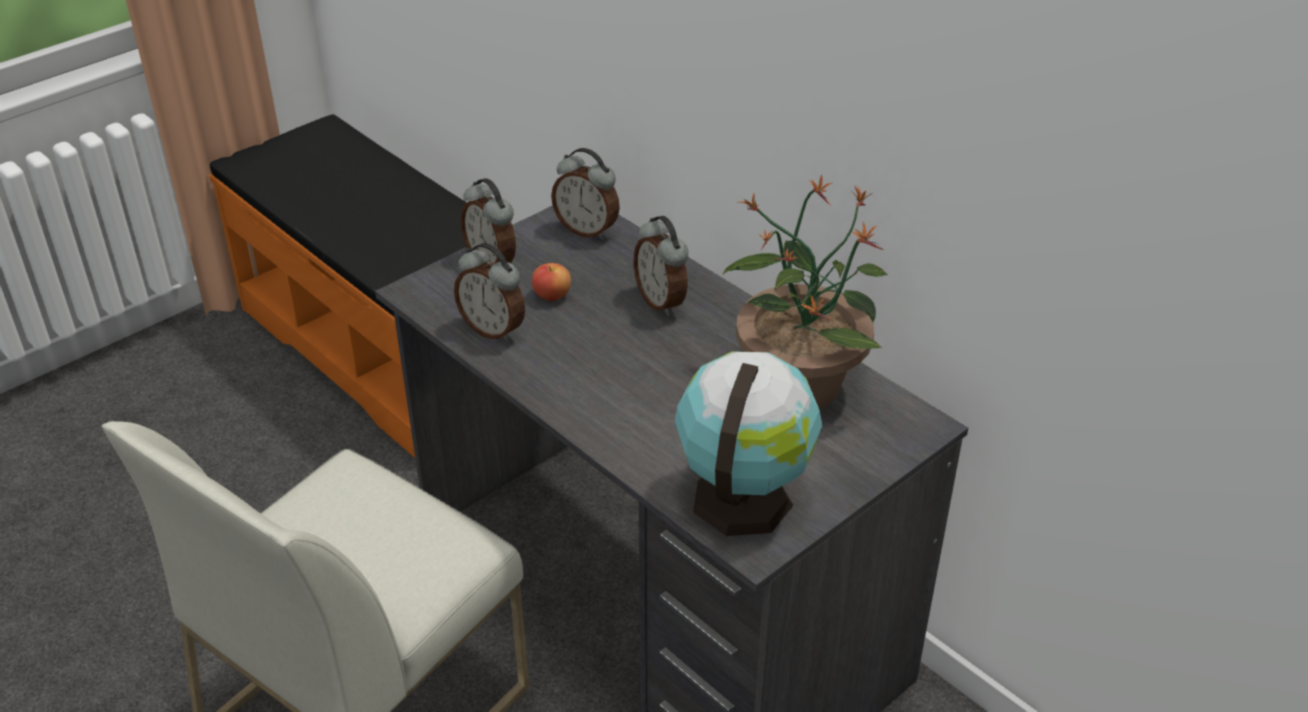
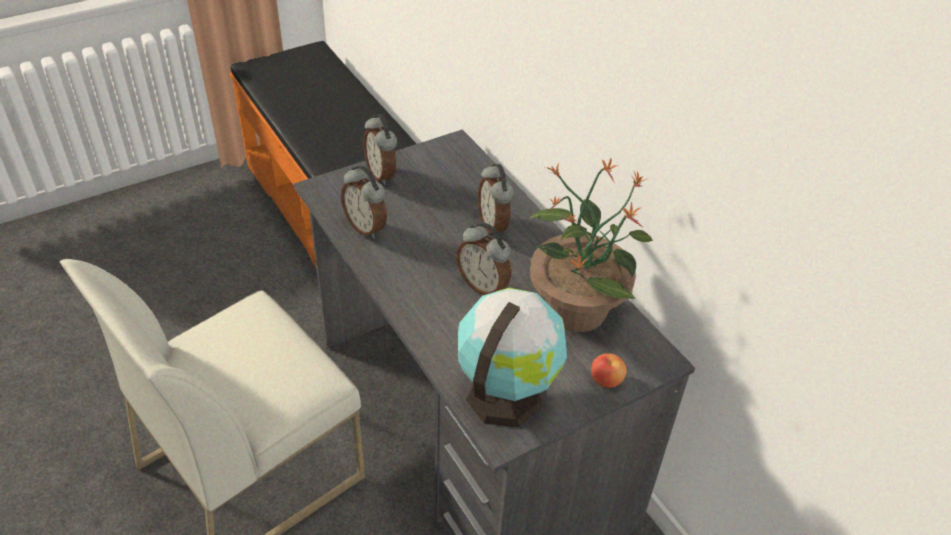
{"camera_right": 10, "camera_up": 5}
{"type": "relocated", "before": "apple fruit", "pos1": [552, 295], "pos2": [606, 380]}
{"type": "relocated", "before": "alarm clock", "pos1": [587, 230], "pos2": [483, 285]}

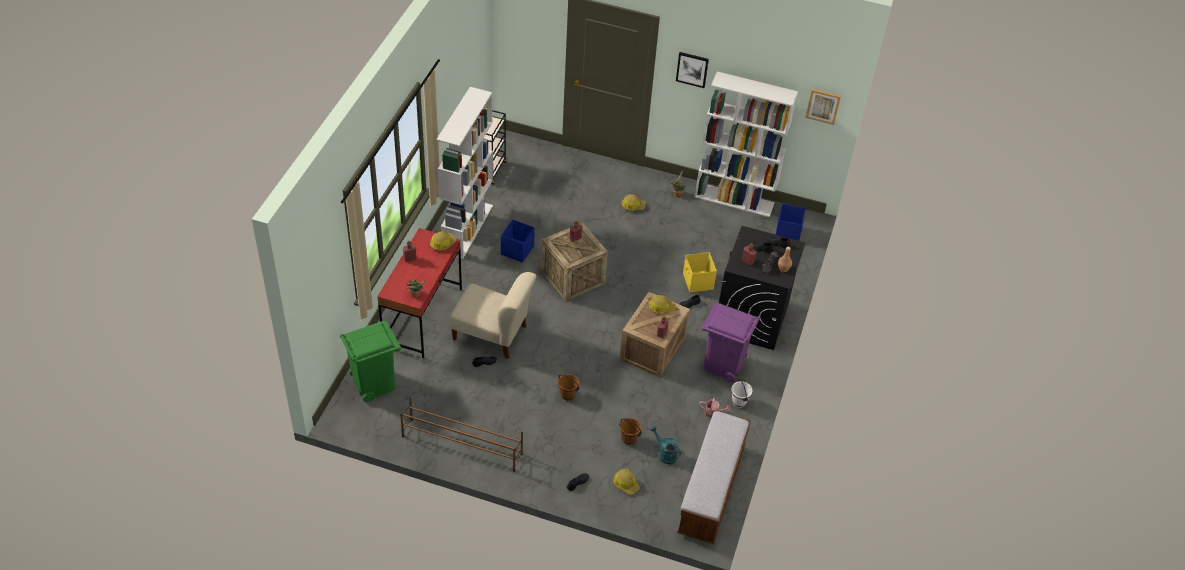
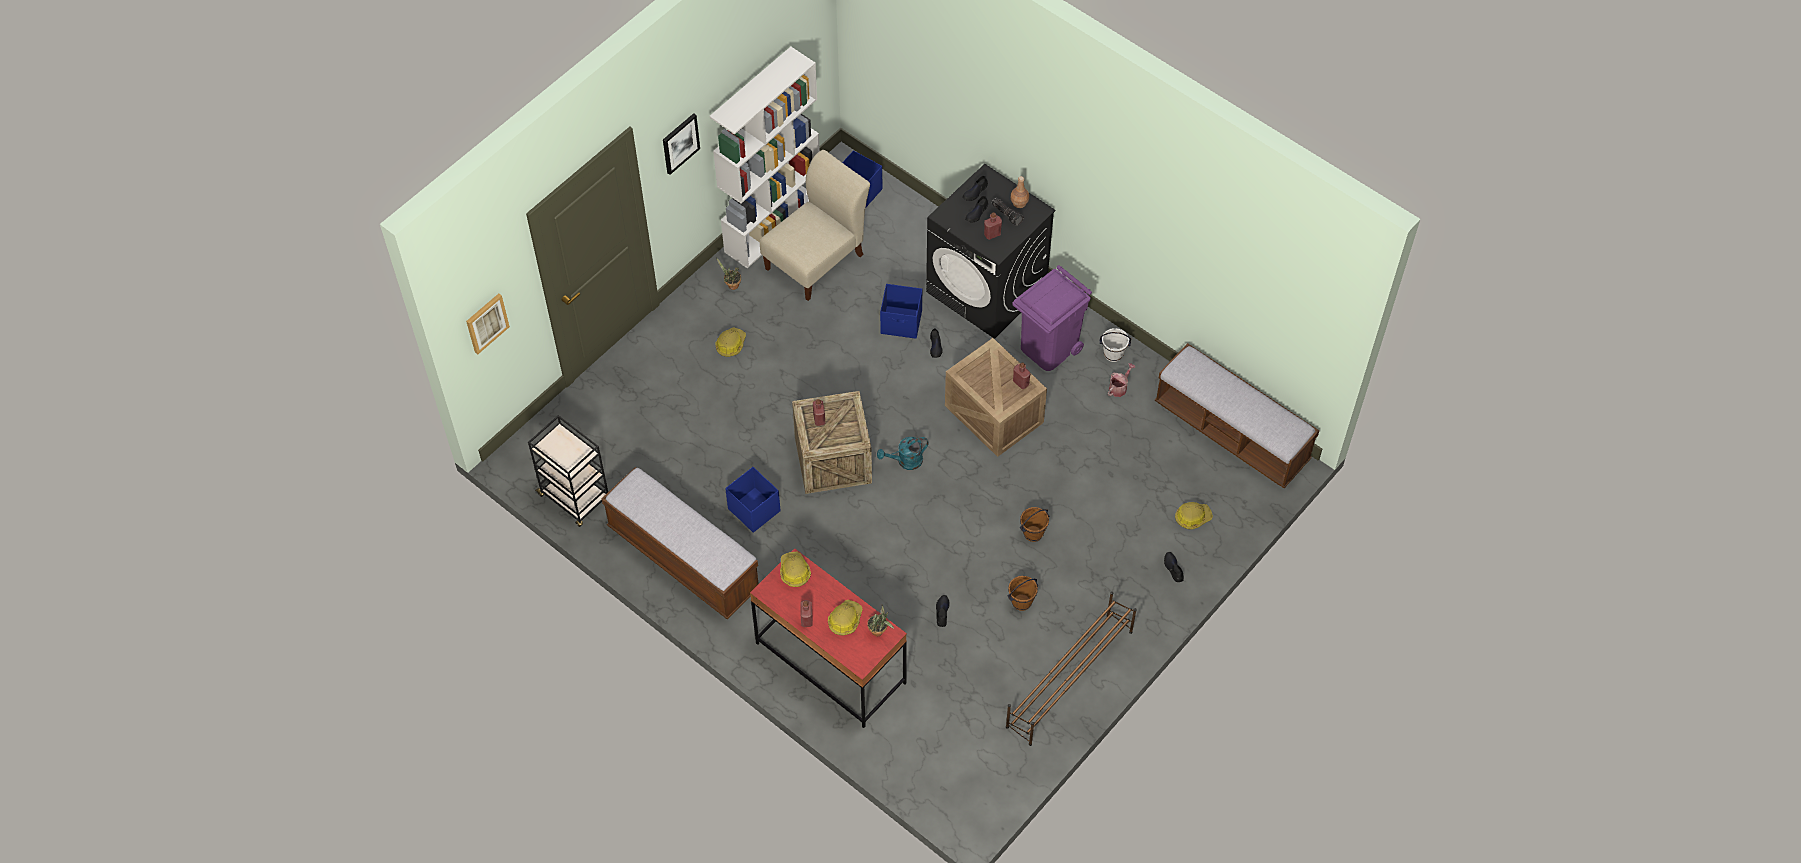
{"camera_right": -65, "camera_up": 10}
{"type": "missing", "before": "green rubbish bin", "pos1": [374, 383]}
{"type": "relocated", "before": "sand-coloured chair", "pos1": [492, 334], "pos2": [817, 259]}
{"type": "relocated", "before": "brown water bucket", "pos1": [629, 439], "pos2": [1021, 602]}
{"type": "relocated", "before": "safety helmet", "pos1": [661, 308], "pos2": [845, 620]}
{"type": "relocated", "before": "blue-green sprinkling can", "pos1": [664, 454], "pos2": [905, 461]}
{"type": "relocated", "before": "wall art", "pos1": [823, 106], "pos2": [486, 323]}
{"type": "exchanged", "before": "white-coloured bookcase", "after": "indoor bench", "pos1": [467, 228], "pos2": [683, 558]}
{"type": "colour", "before": "yellow-coloured storage bin", "after": "bluish storage bin", "pos1": [697, 282], "pos2": [902, 323]}

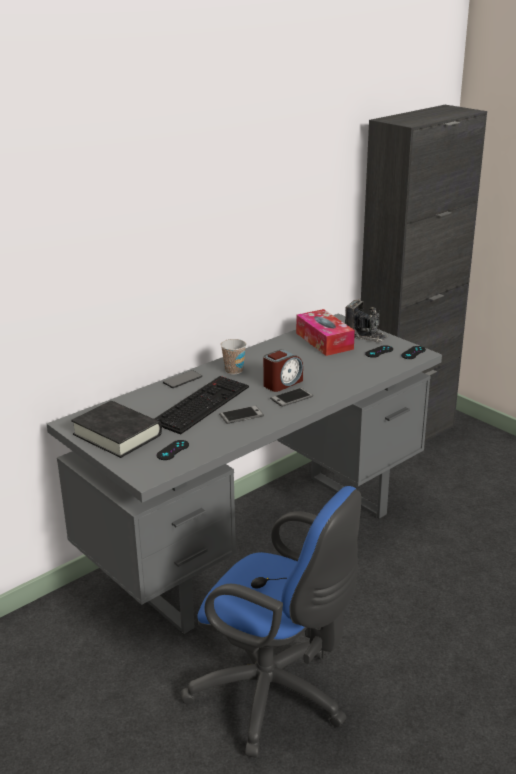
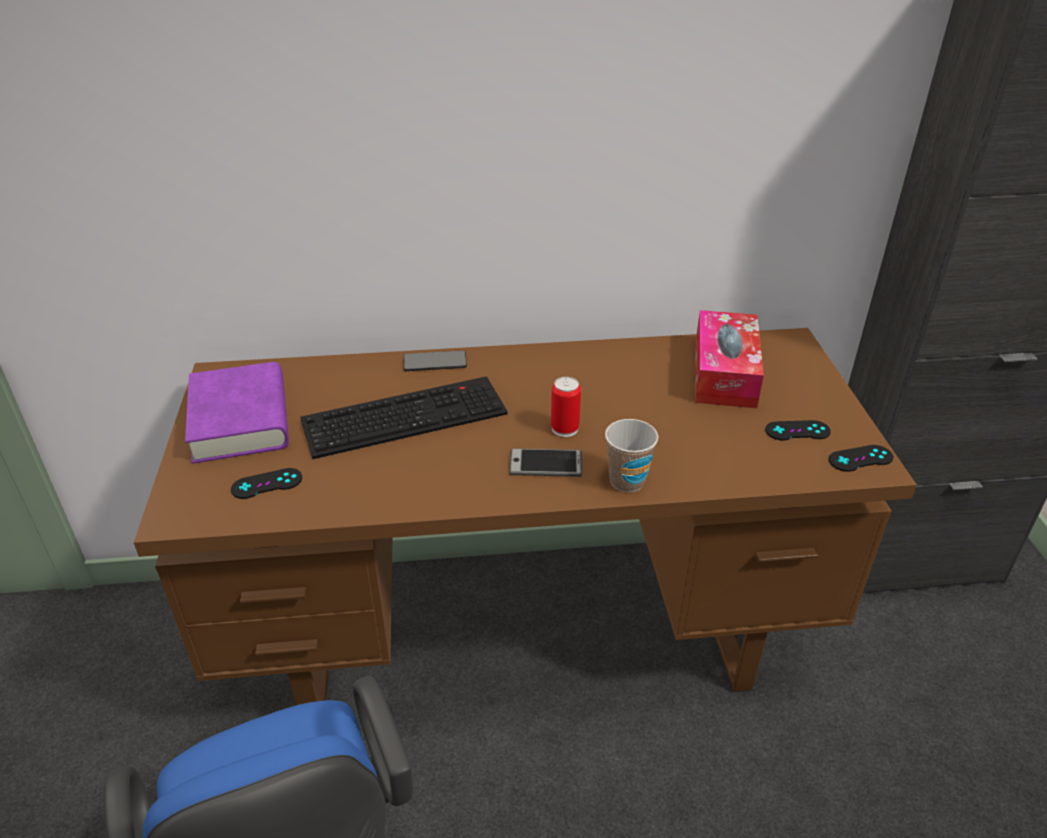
{"camera_right": 35, "camera_up": 10}
{"type": "missing", "before": "phone", "pos1": [241, 415]}
{"type": "missing", "before": "photo camera", "pos1": [366, 336]}
{"type": "relocated", "before": "drinking cup", "pos1": [234, 370], "pos2": [627, 481]}
{"type": "exchanged", "before": "alarm clock", "after": "metal can", "pos1": [282, 383], "pos2": [564, 428]}
{"type": "colour", "before": "greyish desk unit", "after": "brown desk unit", "pos1": [259, 544], "pos2": [524, 639]}
{"type": "colour", "before": "black book", "after": "purplish book", "pos1": [117, 434], "pos2": [240, 420]}

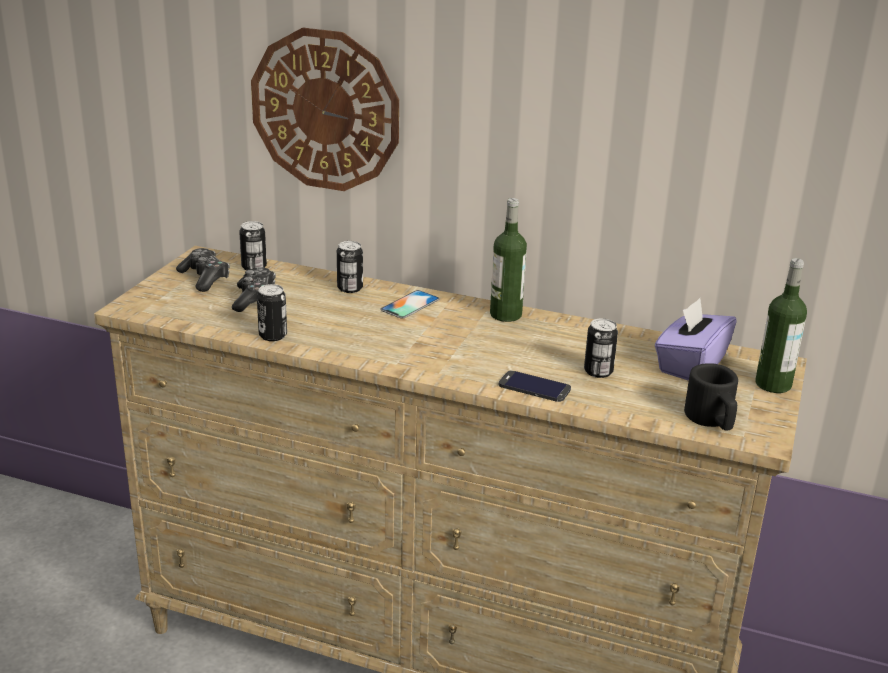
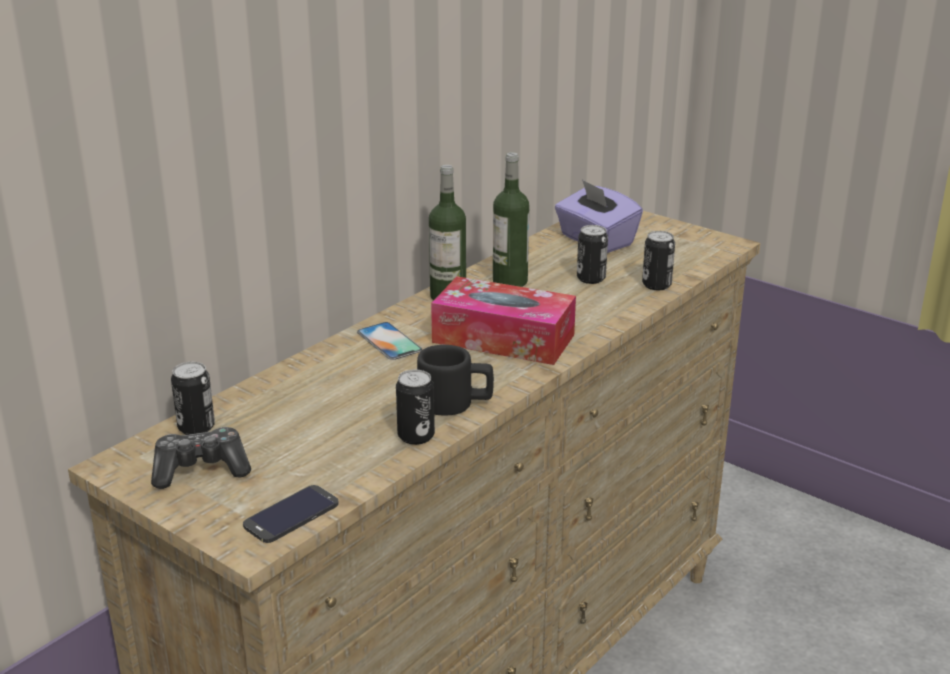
{"camera_right": -70, "camera_up": 0}
{"type": "missing", "before": "gamepad", "pos1": [255, 299]}
{"type": "missing", "before": "clock on the wall", "pos1": [325, 110]}
{"type": "appeared", "after": "tissue holder", "pos2": [503, 338]}
{"type": "relocated", "before": "metal can", "pos1": [350, 288], "pos2": [656, 285]}
{"type": "relocated", "before": "phone", "pos1": [534, 387], "pos2": [291, 514]}
{"type": "relocated", "before": "black tea mug", "pos1": [712, 420], "pos2": [455, 403]}
{"type": "relocated", "before": "beverage bottle", "pos1": [773, 384], "pos2": [510, 281]}

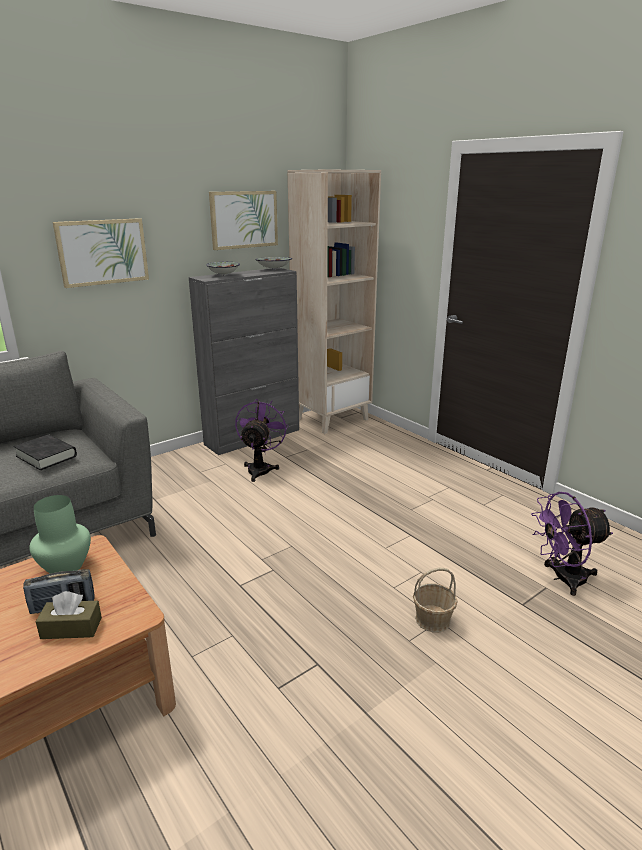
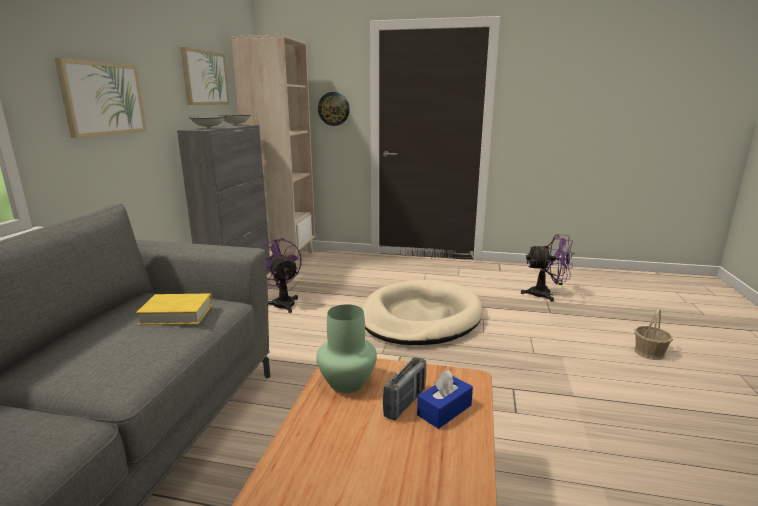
{"camera_right": -40, "camera_up": -5}
{"type": "appeared", "after": "clock on the wall", "pos2": [334, 109]}
{"type": "appeared", "after": "sand-coloured dog bed", "pos2": [420, 317]}
{"type": "relocated", "before": "household basket", "pos1": [433, 619], "pos2": [649, 352]}
{"type": "colour", "before": "black book", "after": "yellow-coloured book", "pos1": [46, 456], "pos2": [177, 314]}
{"type": "colour", "before": "brown tissue holder", "after": "bluish tissue holder", "pos1": [71, 628], "pos2": [444, 410]}
{"type": "spun", "before": "purplish cooling fan", "pos1": [562, 578], "pos2": [546, 294], "turn": -120}

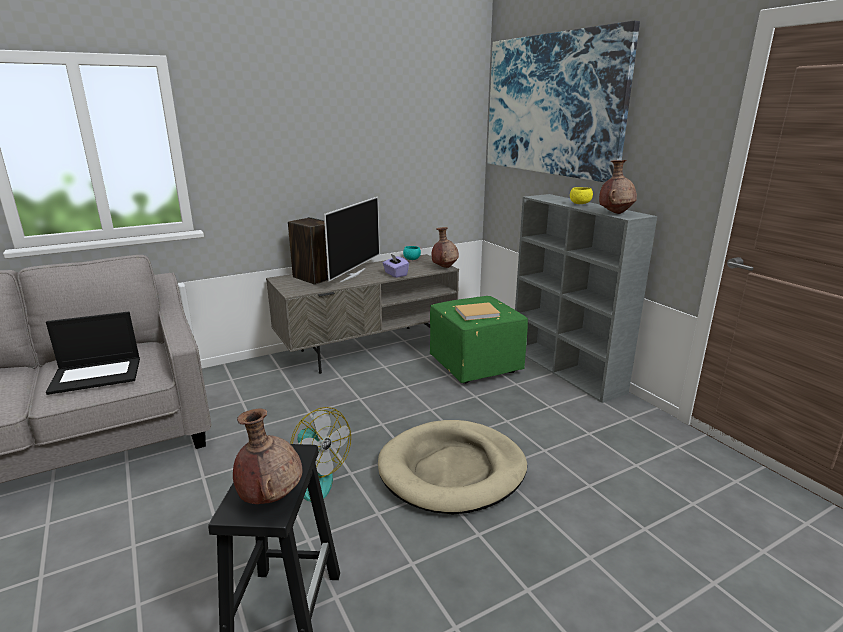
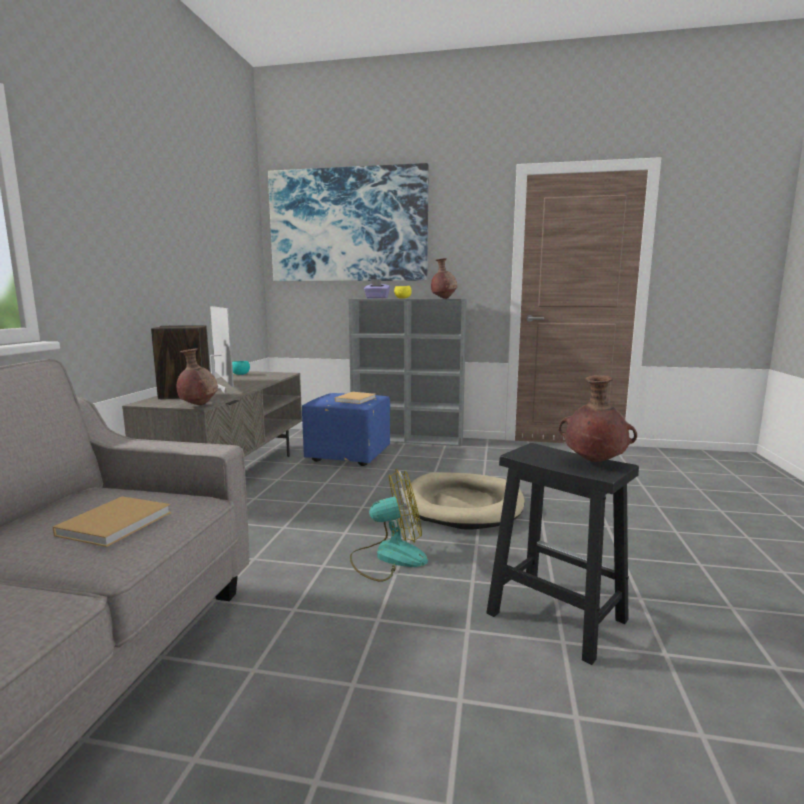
{"camera_right": -50, "camera_up": -10}
{"type": "relocated", "before": "purplish tissue holder", "pos1": [395, 274], "pos2": [377, 298]}
{"type": "relocated", "before": "brown flower vase", "pos1": [444, 267], "pos2": [198, 405]}
{"type": "exchanged", "before": "portable computer", "after": "sand-coloured book", "pos1": [97, 374], "pos2": [118, 522]}
{"type": "colour", "before": "green footrest", "after": "bluish footrest", "pos1": [474, 366], "pos2": [347, 456]}

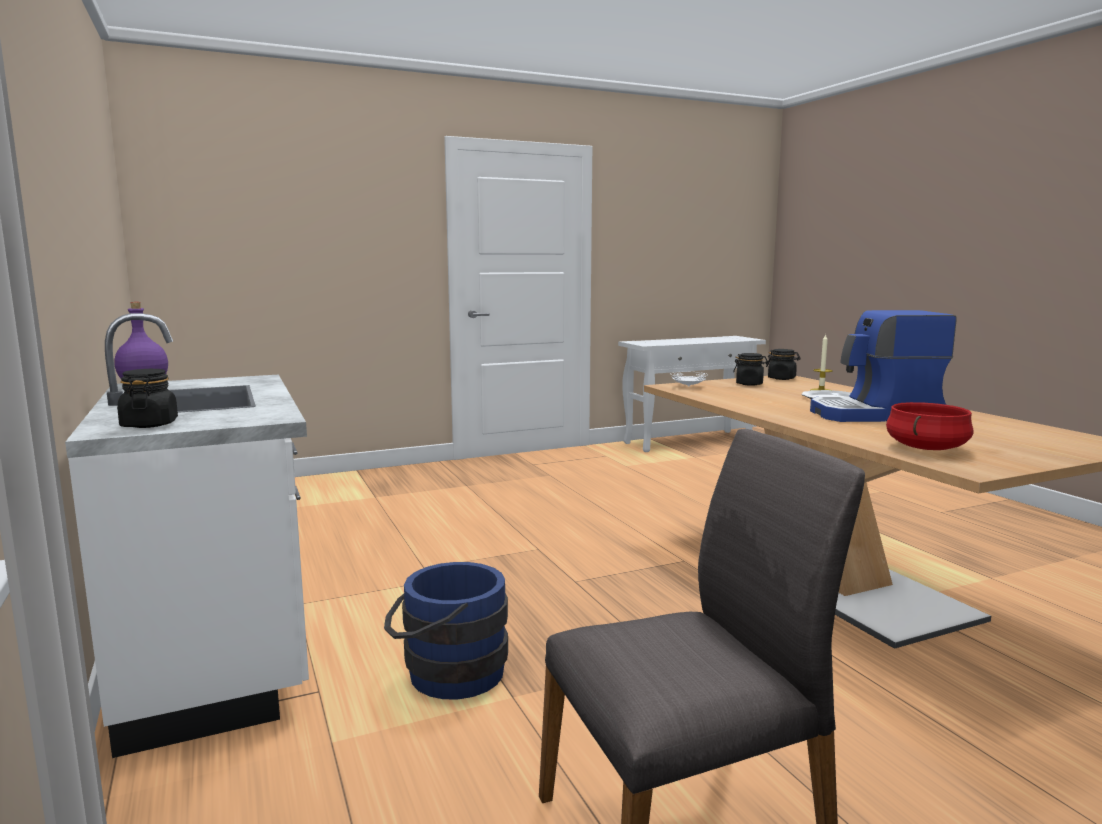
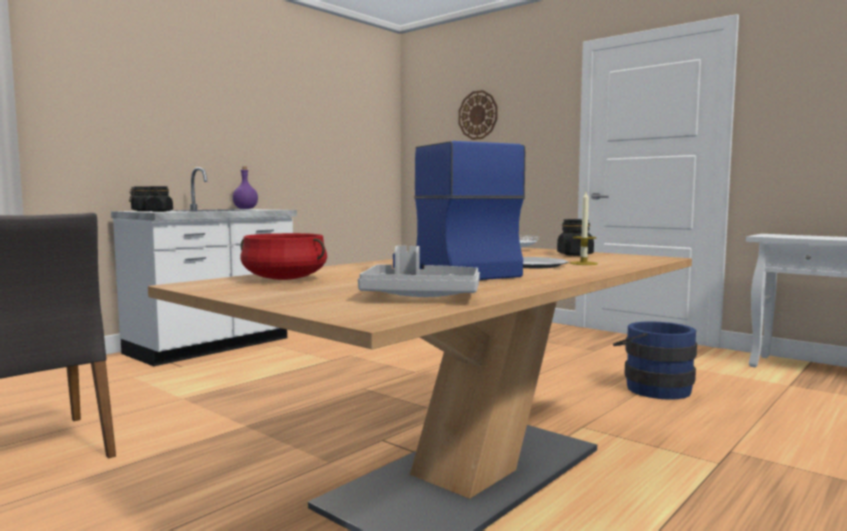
{"camera_right": 65, "camera_up": -5}
{"type": "appeared", "after": "greyish tray", "pos2": [421, 296]}
{"type": "appeared", "after": "clock on the wall", "pos2": [478, 115]}
{"type": "relocated", "before": "bluish water bucket", "pos1": [446, 674], "pos2": [652, 388]}
{"type": "relocated", "before": "black jar", "pos1": [782, 378], "pos2": [159, 211]}

